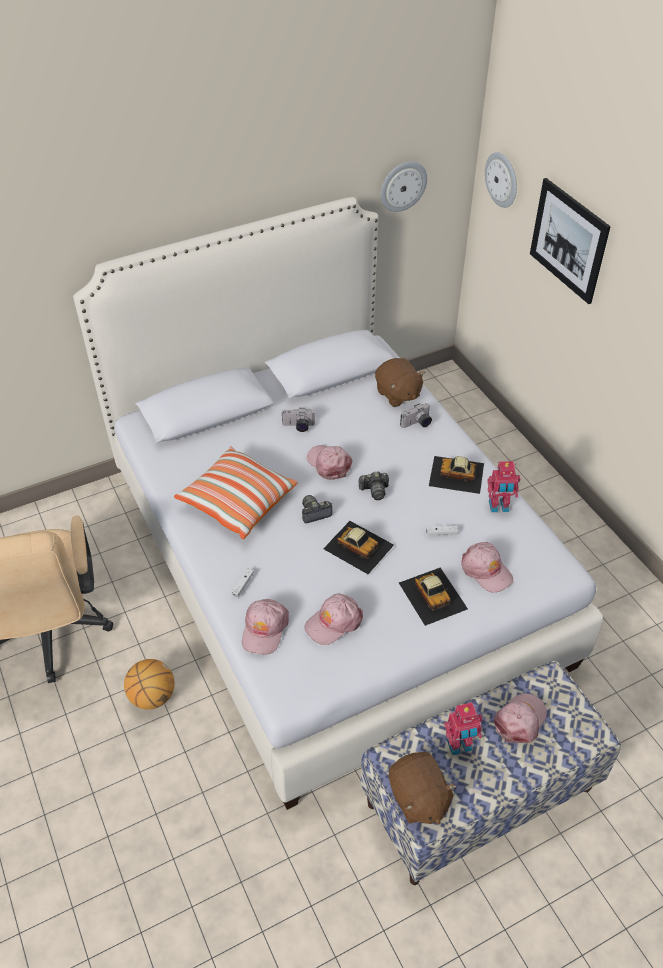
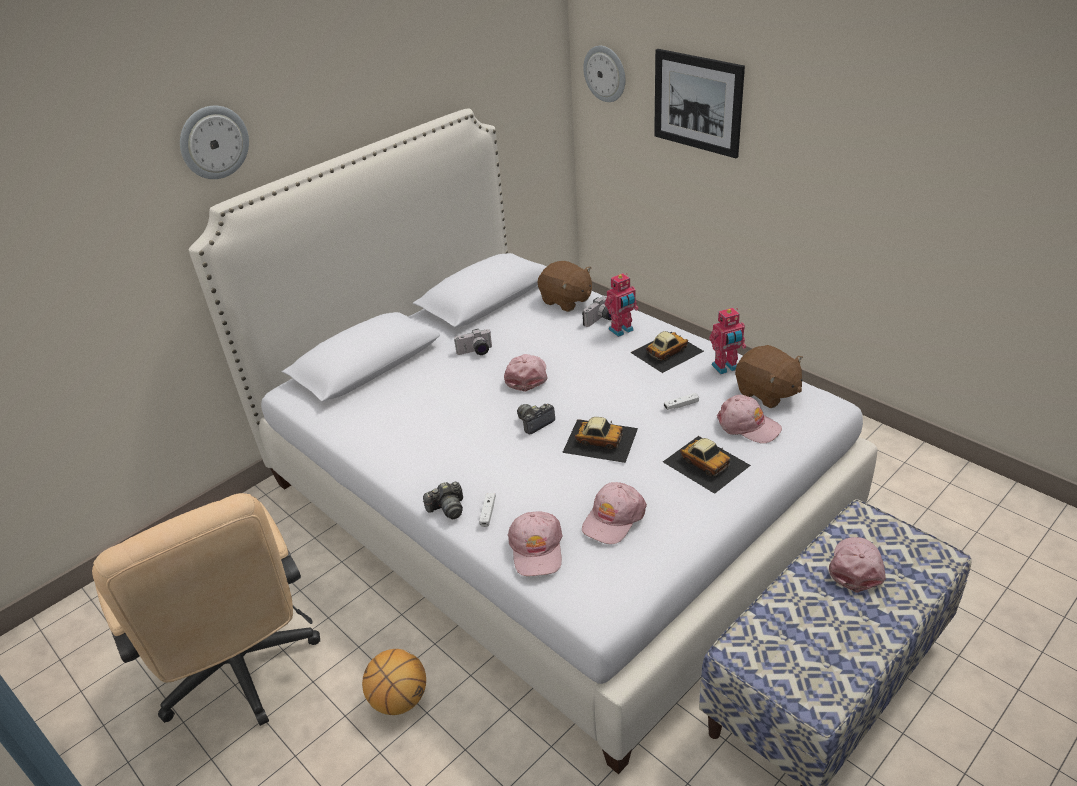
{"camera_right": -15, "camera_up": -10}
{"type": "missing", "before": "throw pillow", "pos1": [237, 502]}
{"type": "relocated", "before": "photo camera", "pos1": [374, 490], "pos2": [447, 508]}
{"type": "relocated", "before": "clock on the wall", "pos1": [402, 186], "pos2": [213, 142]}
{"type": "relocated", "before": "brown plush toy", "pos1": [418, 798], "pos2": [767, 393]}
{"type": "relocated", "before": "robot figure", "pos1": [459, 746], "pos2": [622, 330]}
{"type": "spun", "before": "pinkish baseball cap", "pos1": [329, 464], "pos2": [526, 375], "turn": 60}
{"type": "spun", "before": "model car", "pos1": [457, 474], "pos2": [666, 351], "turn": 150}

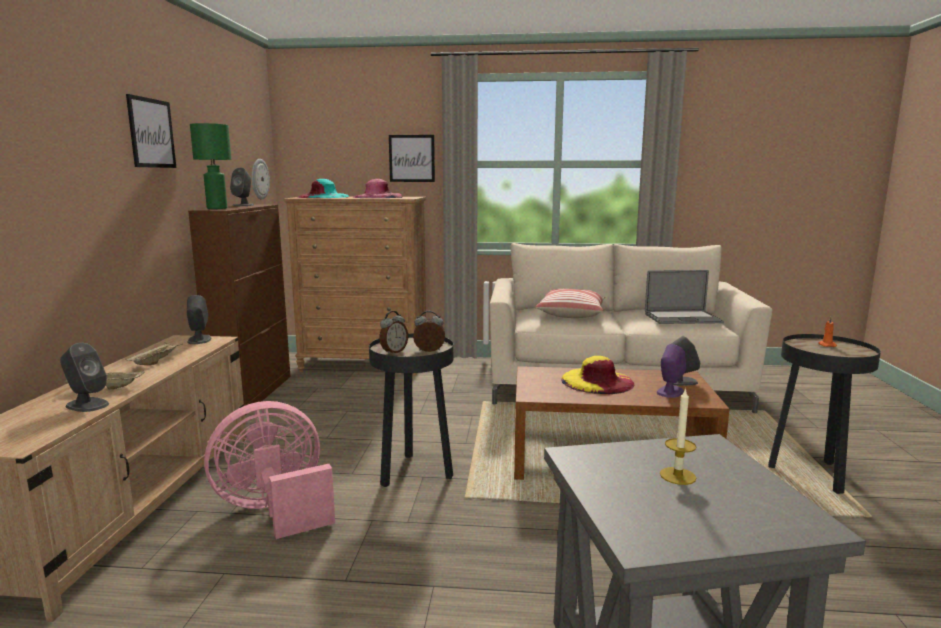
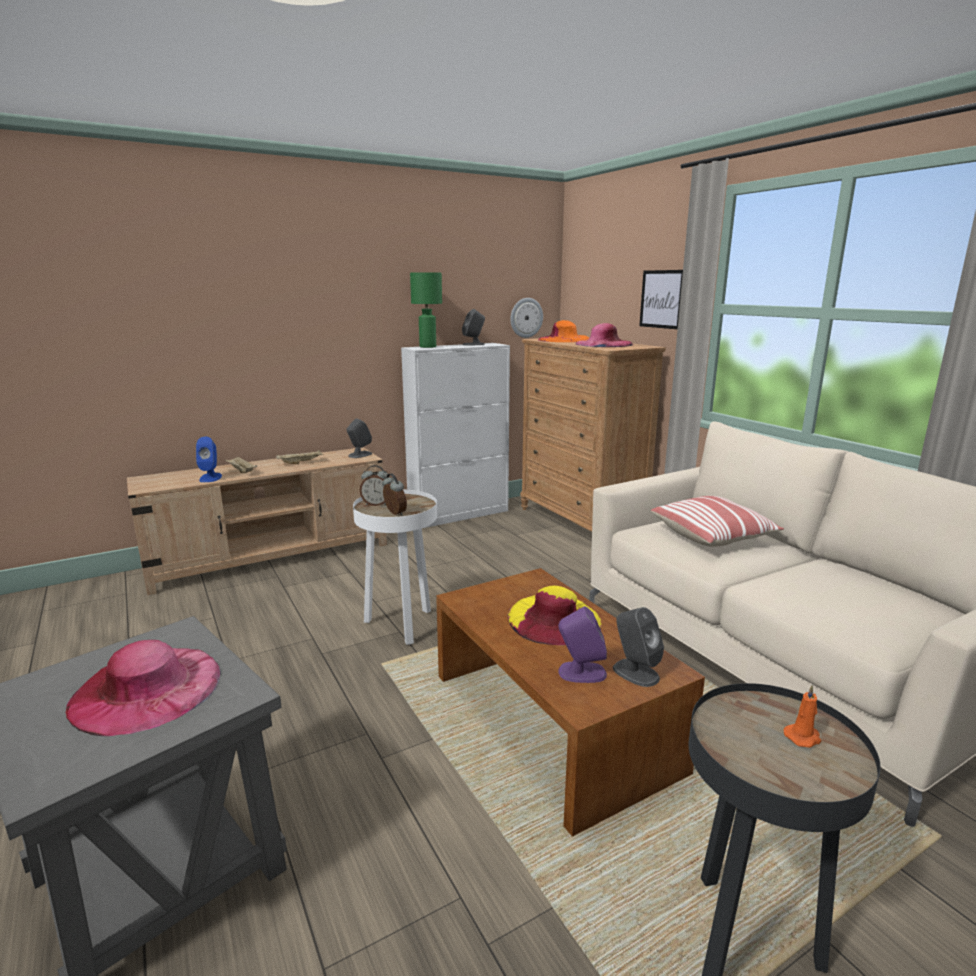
{"camera_right": 55, "camera_up": 5}
{"type": "missing", "before": "wall art", "pos1": [151, 133]}
{"type": "missing", "before": "pinkish cooling fan", "pos1": [275, 510]}
{"type": "missing", "before": "portable computer", "pos1": [682, 318]}
{"type": "exchanged", "before": "candle", "after": "pinkish clothing hat", "pos1": [677, 476], "pos2": [146, 689]}
{"type": "colour", "before": "greyish audio speaker", "after": "bluish audio speaker", "pos1": [87, 405], "pos2": [210, 478]}
{"type": "colour", "before": "brown cupboard", "after": "white-coloured cupboard", "pos1": [254, 393], "pos2": [459, 514]}
{"type": "colour", "before": "blue-green clothing hat", "after": "orangey clothing hat", "pos1": [323, 197], "pos2": [564, 340]}
{"type": "colour", "before": "black side table", "after": "white-coloured side table", "pos1": [414, 473], "pos2": [401, 625]}

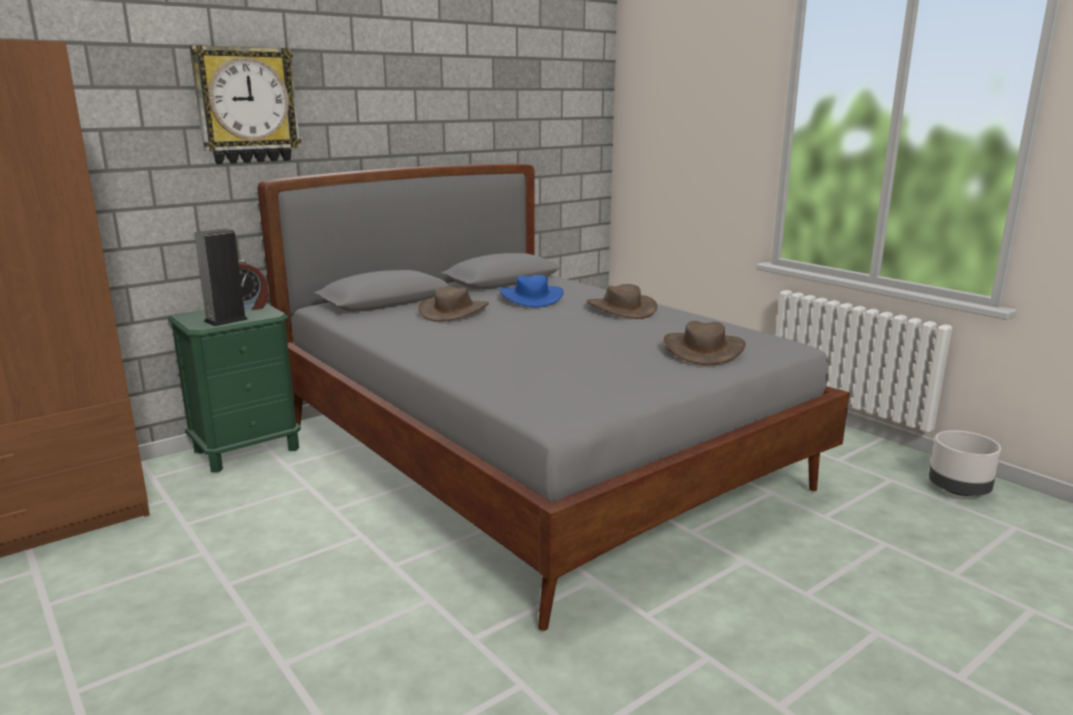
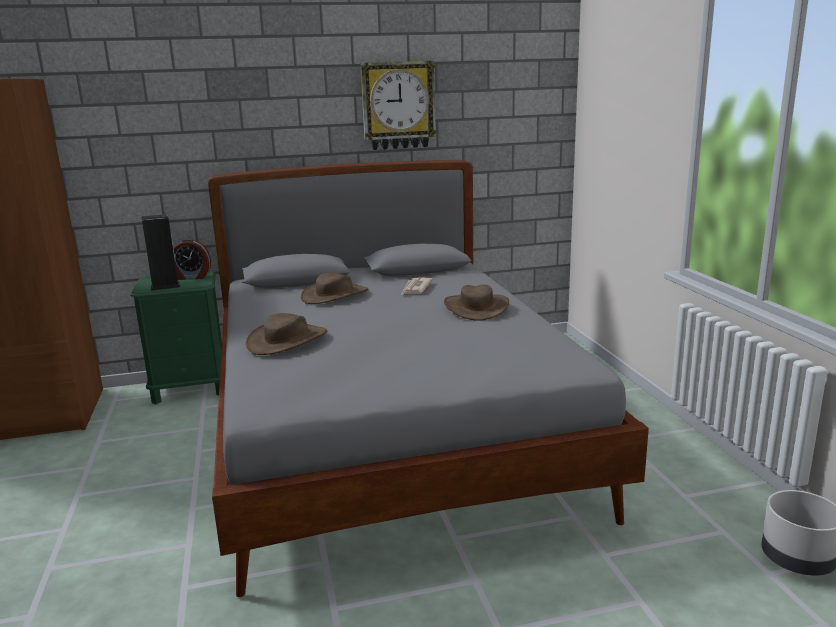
{"camera_right": 25, "camera_up": 0}
{"type": "relocated", "before": "clock on the wall", "pos1": [246, 106], "pos2": [398, 105]}
{"type": "relocated", "before": "brown clothing hat", "pos1": [703, 350], "pos2": [288, 340]}
{"type": "exchanged", "before": "bluish clothing hat", "after": "printed paper", "pos1": [531, 298], "pos2": [415, 288]}

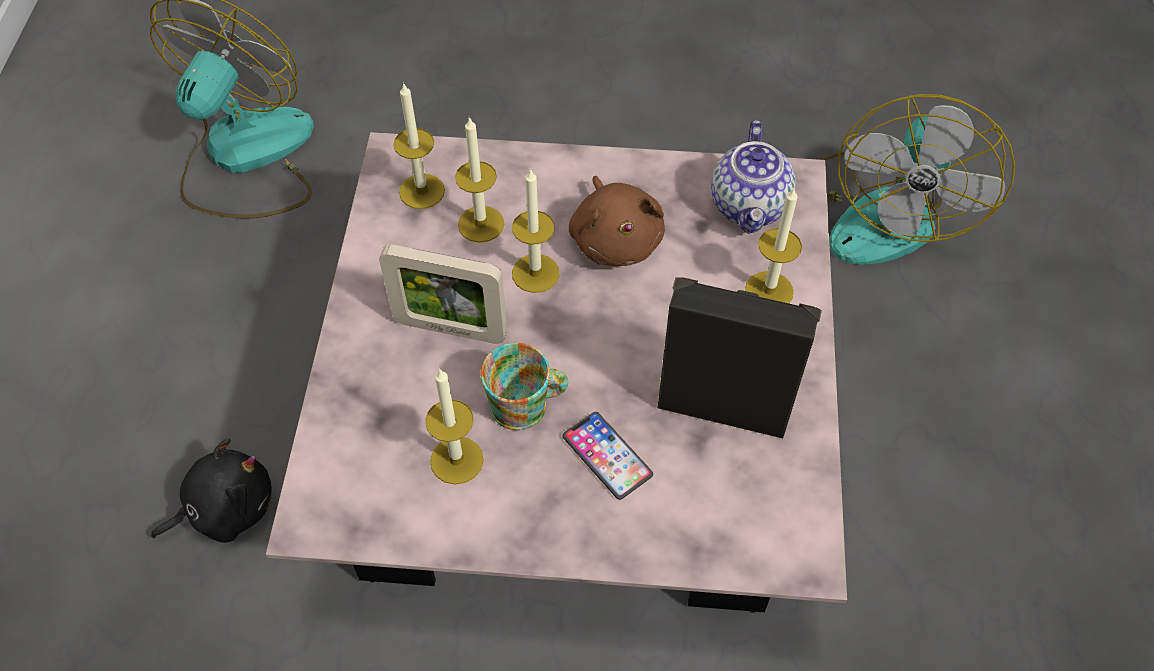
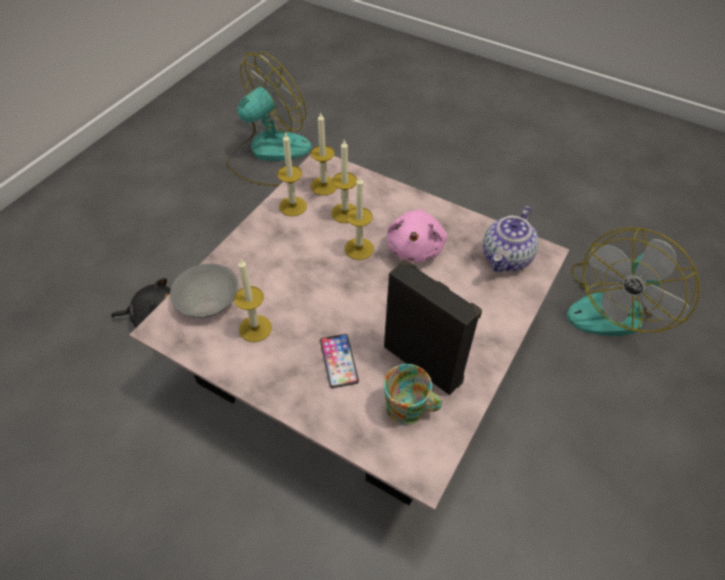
{"camera_right": 25, "camera_up": -5}
{"type": "missing", "before": "picture frame", "pos1": [450, 329]}
{"type": "appeared", "after": "greyish deep dish", "pos2": [206, 300]}
{"type": "relocated", "before": "tea mug", "pos1": [527, 405], "pos2": [410, 409]}
{"type": "relocated", "before": "candle", "pos1": [769, 291], "pos2": [293, 206]}
{"type": "colour", "before": "brown plush toy", "after": "pinkish plush toy", "pos1": [616, 239], "pos2": [415, 247]}

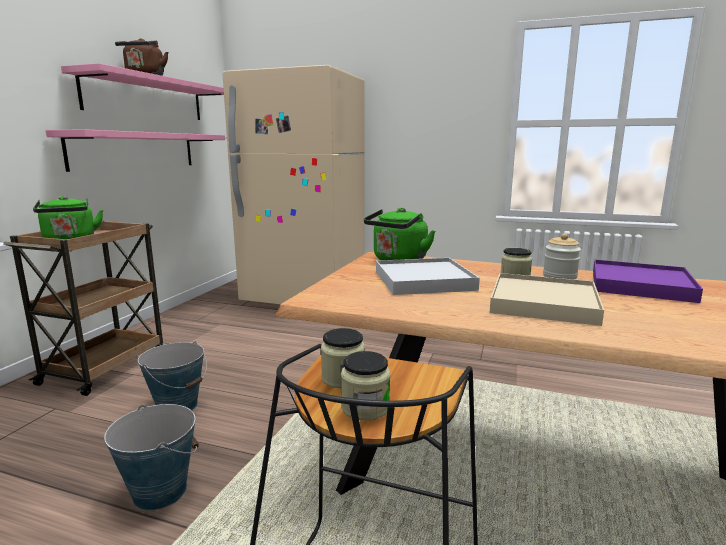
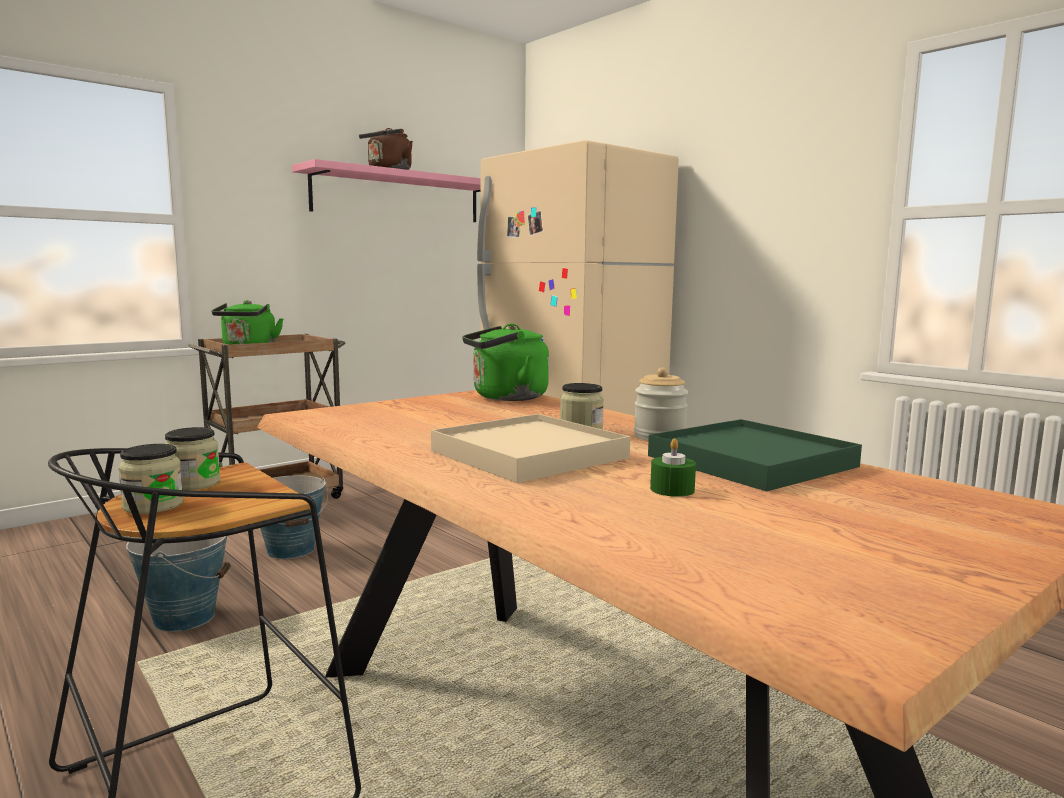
{"camera_right": 30, "camera_up": -5}
{"type": "missing", "before": "pinkish wall shelf", "pos1": [136, 150]}
{"type": "missing", "before": "white-coloured tray", "pos1": [423, 280]}
{"type": "appeared", "after": "green candle", "pos2": [672, 489]}
{"type": "colour", "before": "purplish tray", "after": "green tray", "pos1": [640, 285], "pos2": [752, 461]}

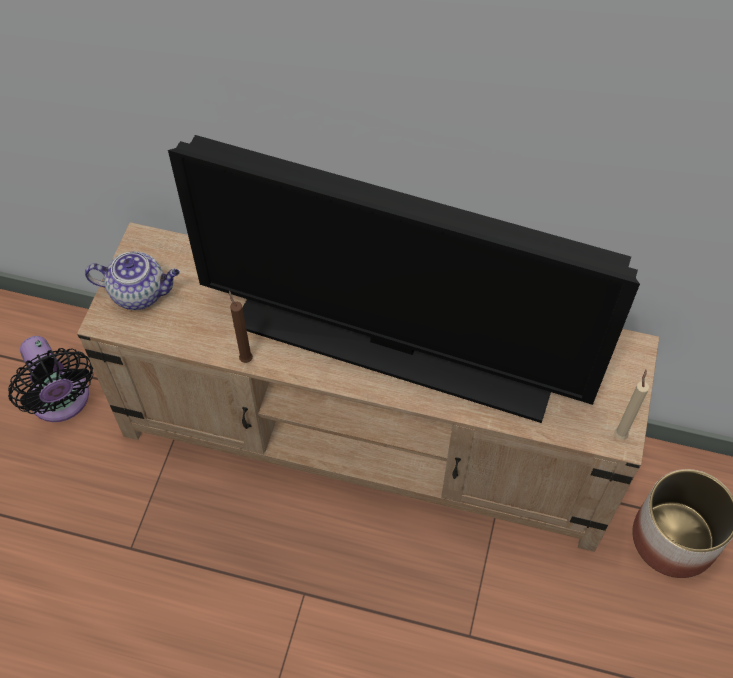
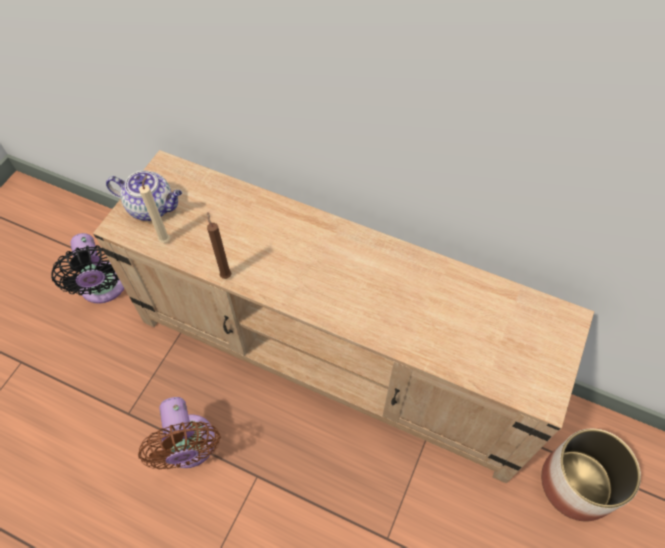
{"camera_right": 10, "camera_up": 0}
{"type": "missing", "before": "TV", "pos1": [394, 350]}
{"type": "appeared", "after": "brown cooling fan", "pos2": [189, 447]}
{"type": "relocated", "before": "sand-coloured candle", "pos1": [620, 433], "pos2": [166, 239]}

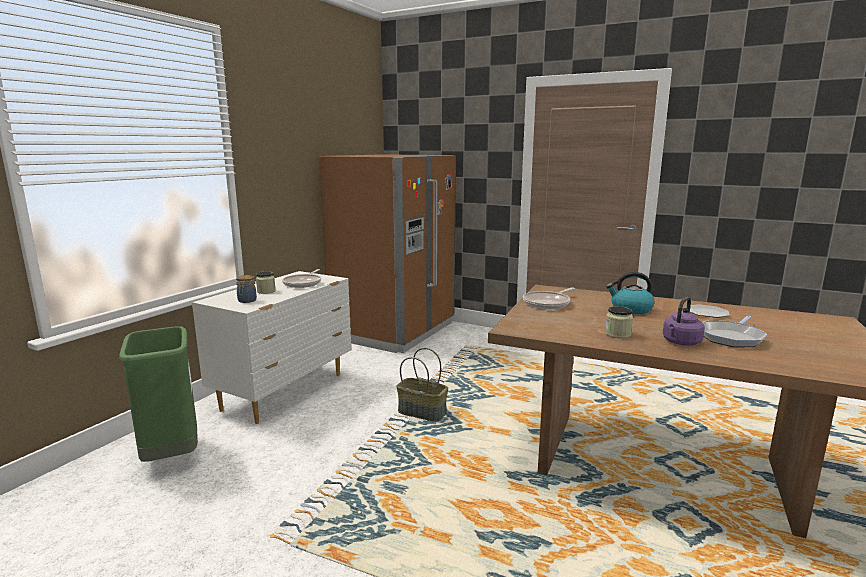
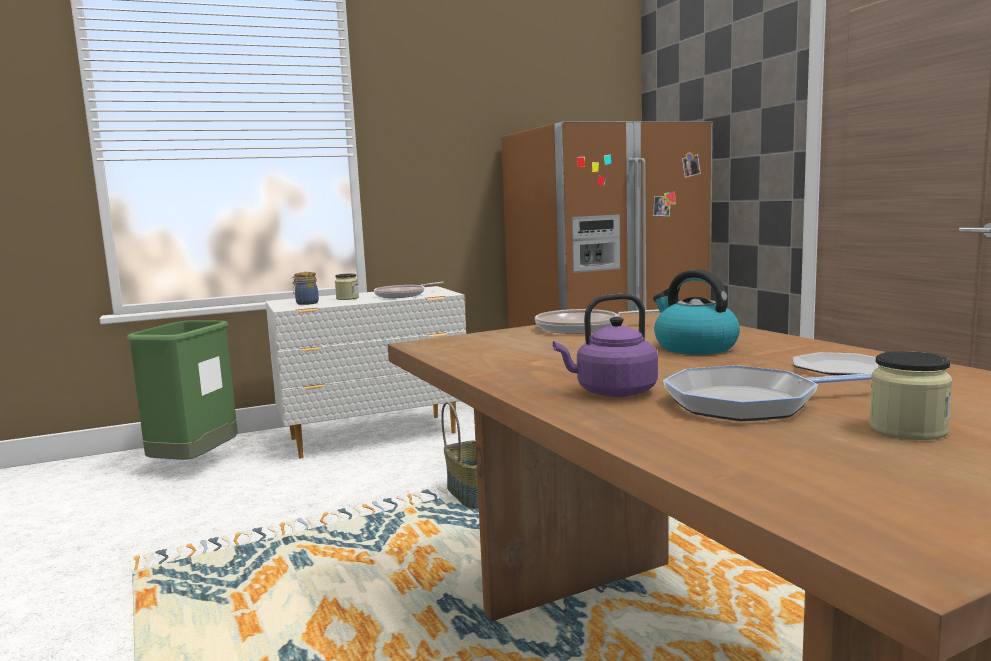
{"camera_right": 40, "camera_up": -5}
{"type": "relocated", "before": "jar", "pos1": [617, 334], "pos2": [907, 429]}

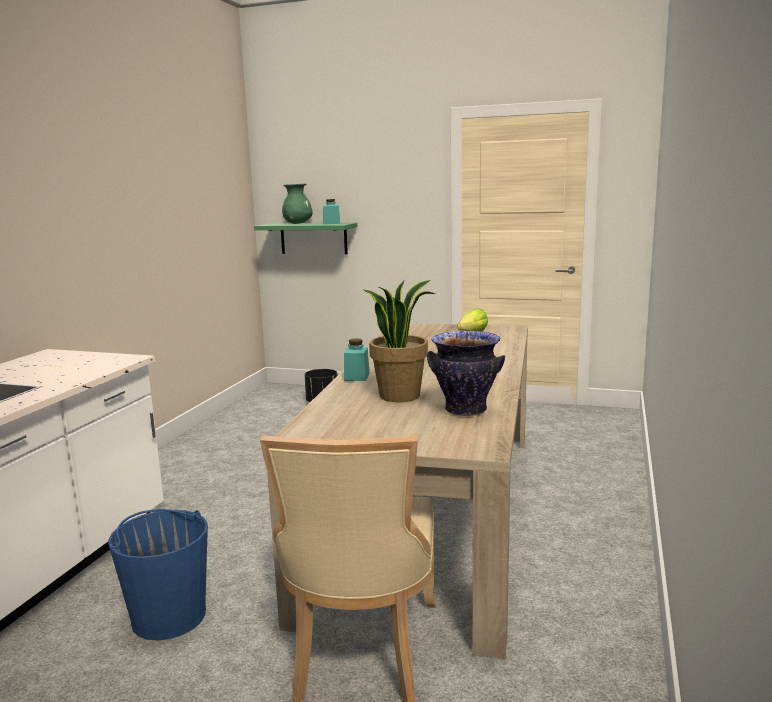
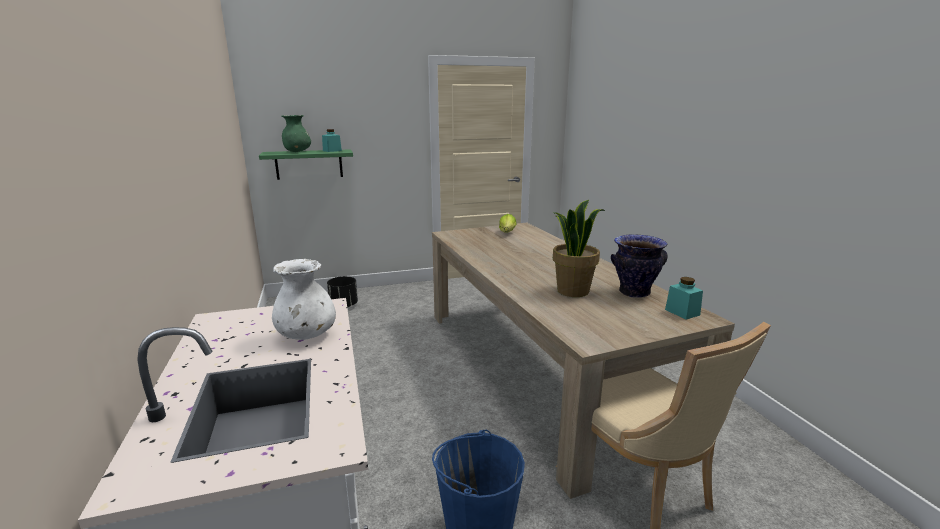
{"camera_right": -35, "camera_up": 5}
{"type": "appeared", "after": "white-coloured flower vase", "pos2": [307, 335]}
{"type": "relocated", "before": "blue-green jar", "pos1": [357, 377], "pos2": [682, 312]}

